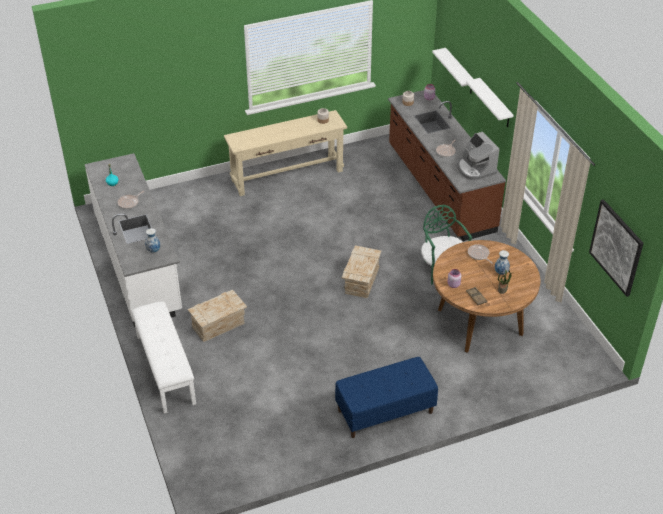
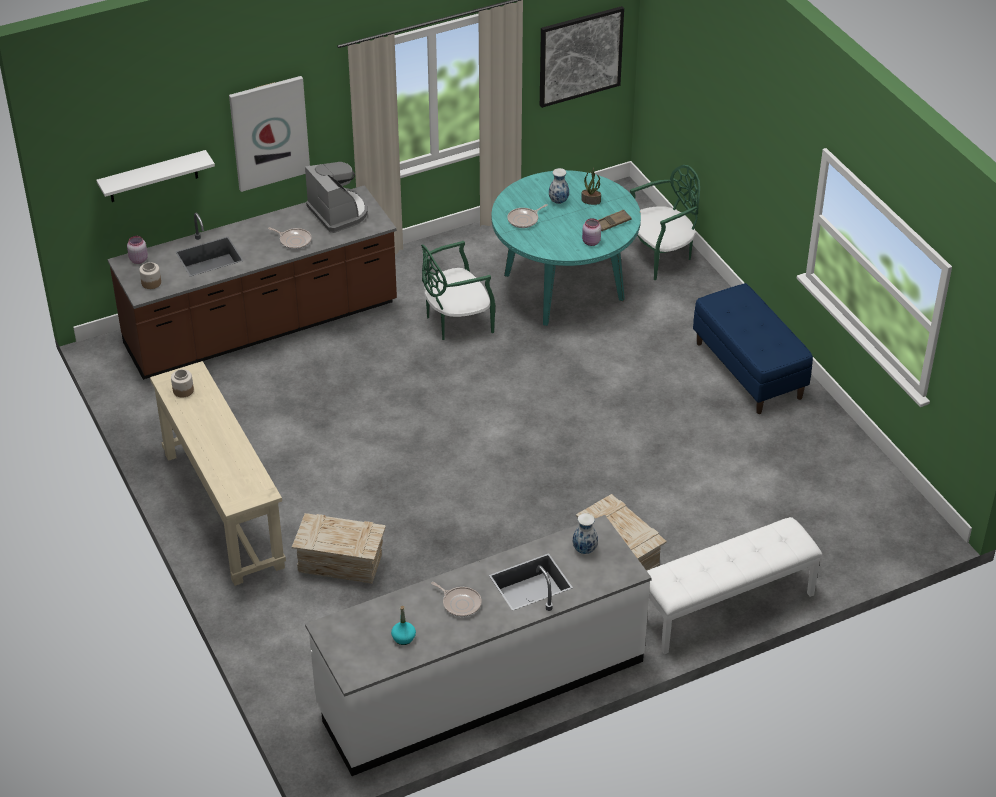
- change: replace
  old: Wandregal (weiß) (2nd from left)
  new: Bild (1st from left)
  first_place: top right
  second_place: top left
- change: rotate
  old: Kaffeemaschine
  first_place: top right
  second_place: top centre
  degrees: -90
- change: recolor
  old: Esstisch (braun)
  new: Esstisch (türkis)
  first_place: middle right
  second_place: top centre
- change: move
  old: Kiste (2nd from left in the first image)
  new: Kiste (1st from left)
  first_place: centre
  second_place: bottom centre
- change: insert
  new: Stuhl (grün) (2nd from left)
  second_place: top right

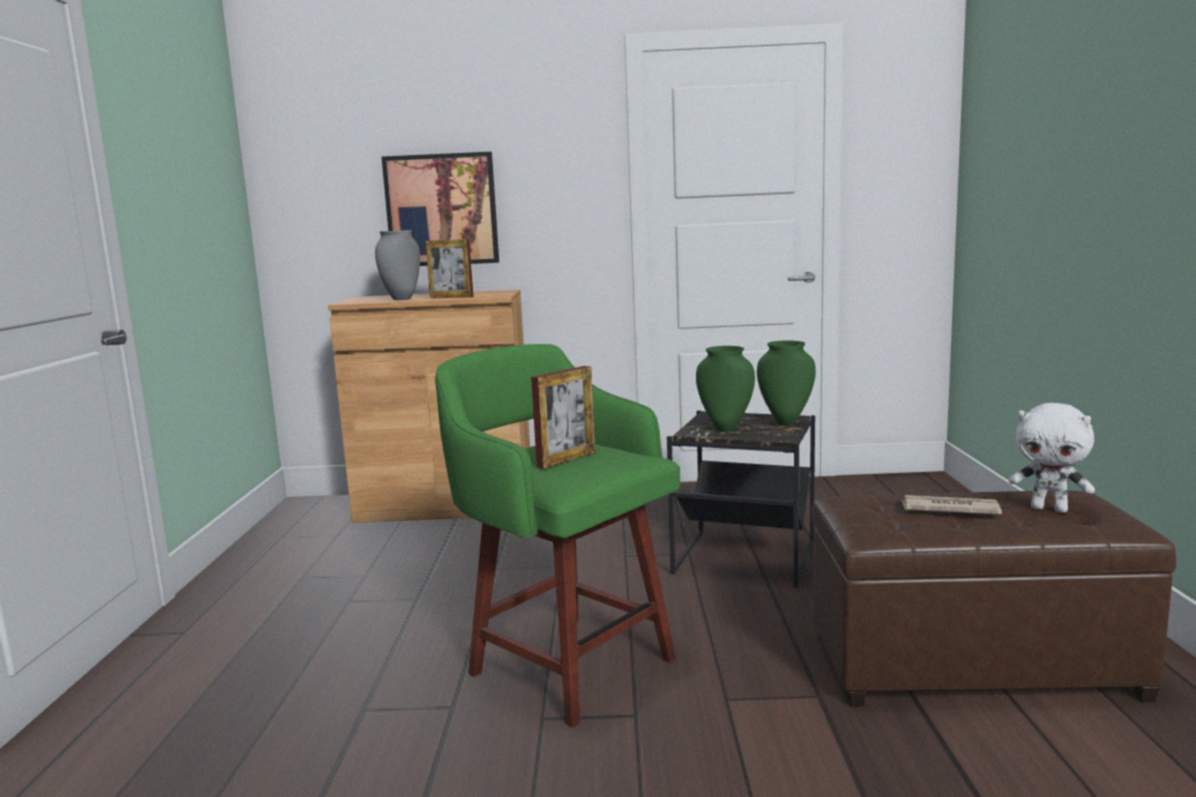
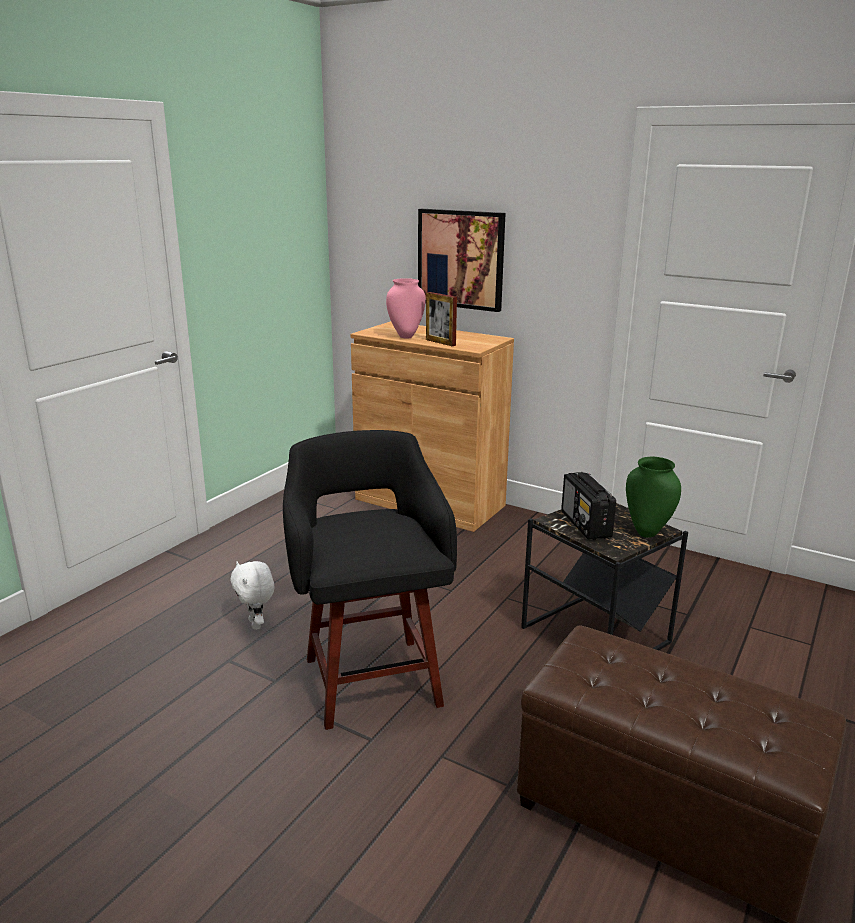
- change: recolor
  old: Vase (grau)
  new: Vase (rosa)
  first_place: top left
  second_place: centre
- change: recolor
  old: Hocker (grün)
  new: Hocker (schwarz)
  first_place: bottom centre
  second_place: centre
- change: replace
  old: Vase (grün) (1st from left)
  new: Radio
  first_place: centre
  second_place: middle right
- change: delete
  old: Bilderrahmen (2nd from left)
  first_place: centre
- change: move
  old: Plüschtier (weiß)
  first_place: middle right
  second_place: middle left
- change: delete
  old: Zeitung
  first_place: middle right

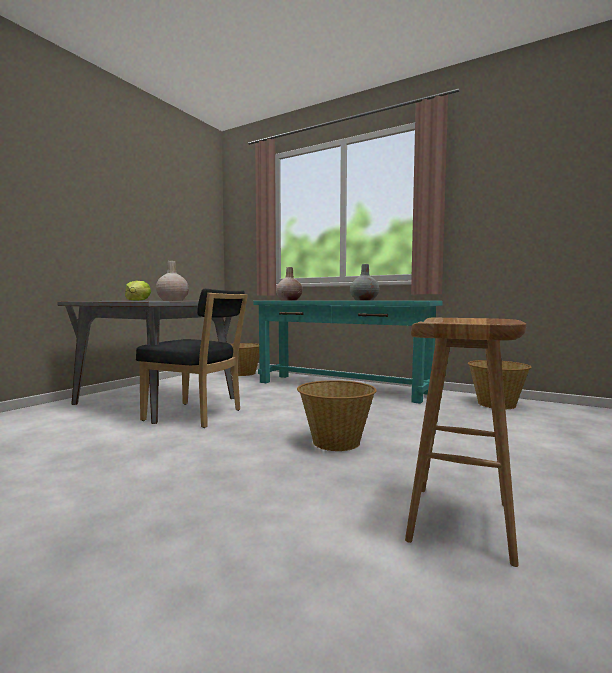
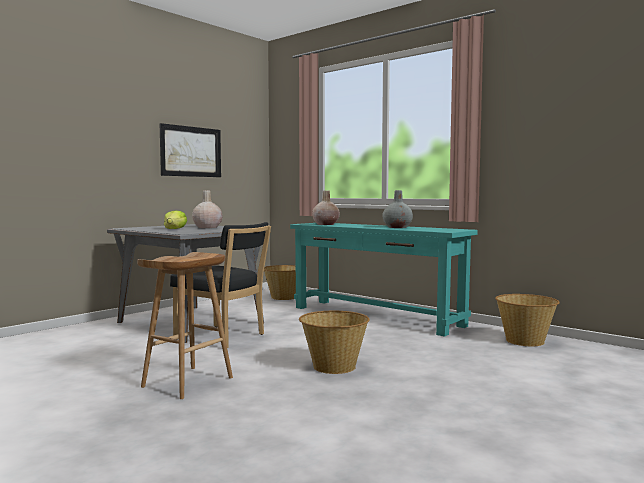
- change: move
  old: Hocker (braun)
  first_place: middle right
  second_place: bottom left
- change: insert
  new: Bild
  second_place: top left

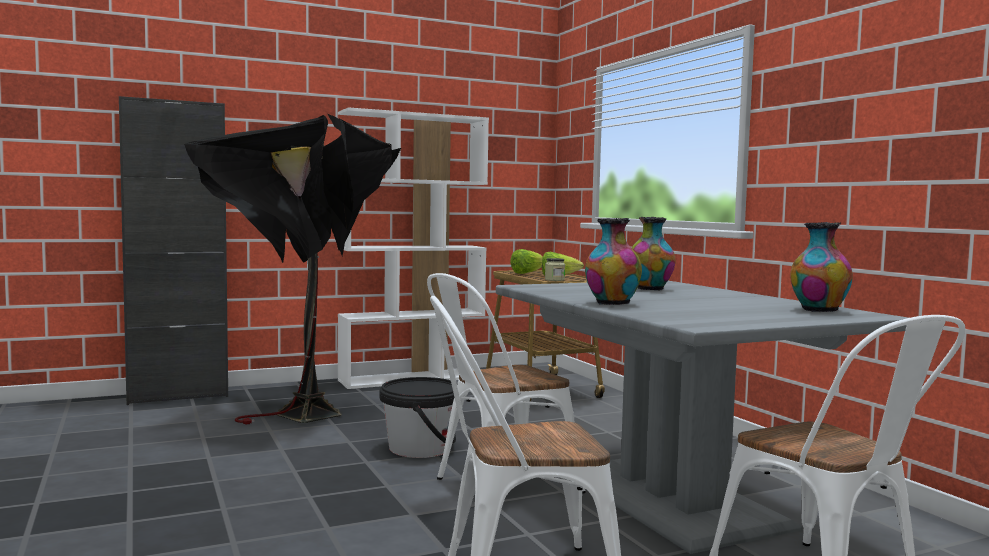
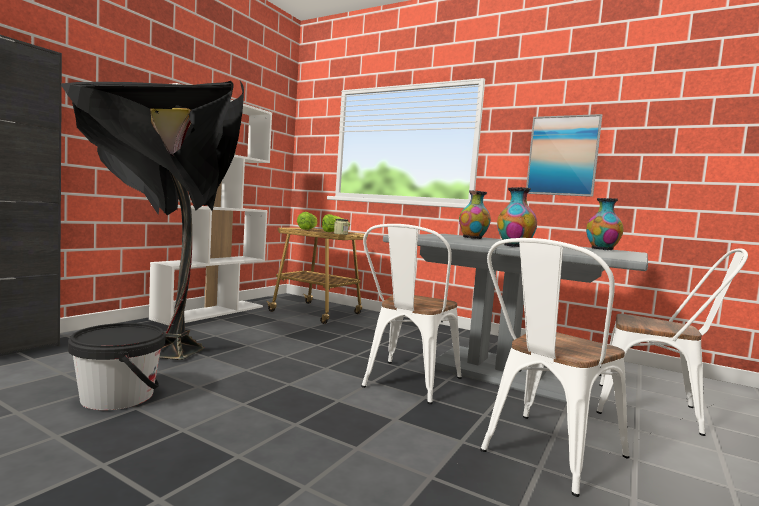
- change: move
  old: Eimer (schwarz)
  first_place: bottom centre
  second_place: bottom left
- change: insert
  new: Bild
  second_place: top right

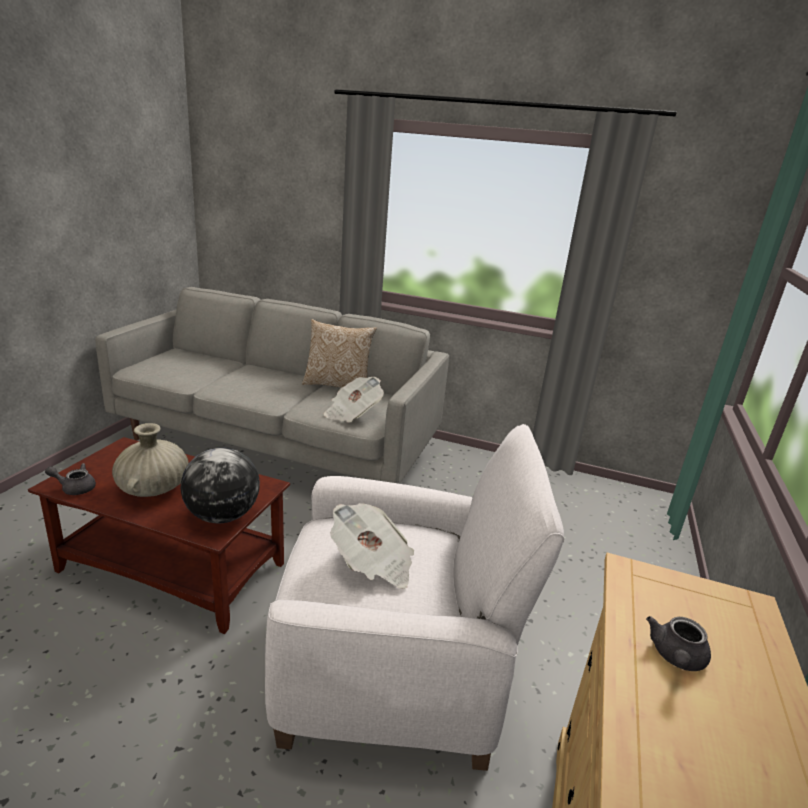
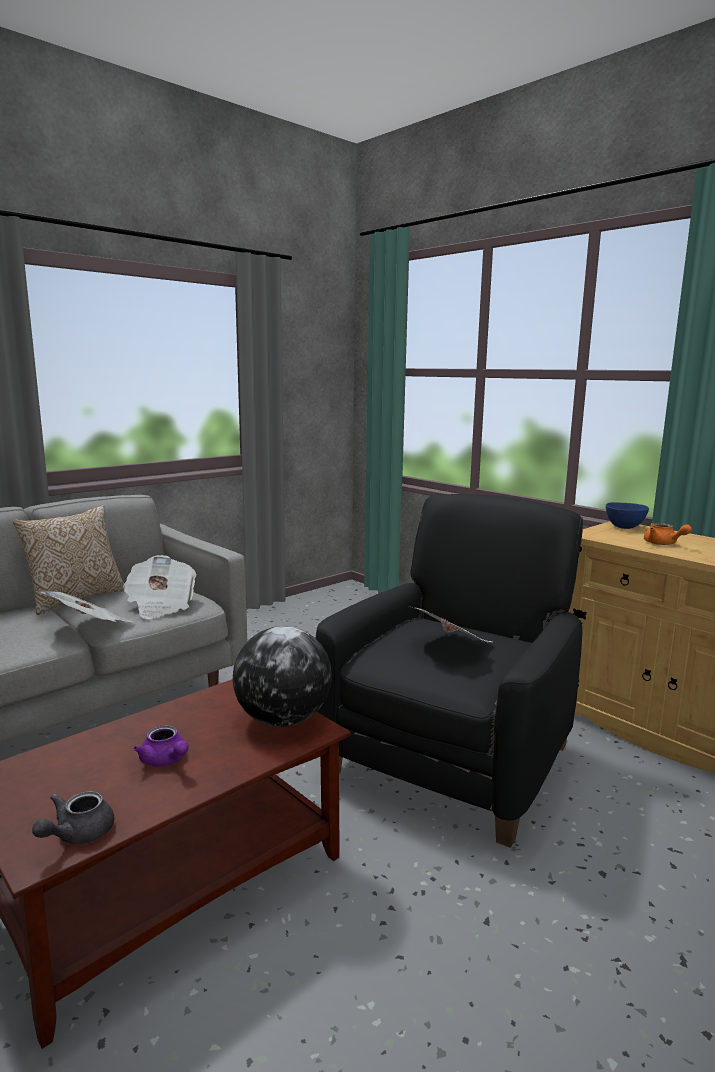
- change: replace
  old: Vase (beige)
  new: Teekanne (lila)
  first_place: middle left
  second_place: bottom left
- change: recolor
  old: Sessel (weiß)
  new: Sessel (schwarz)
  first_place: bottom centre
  second_place: centre
- change: recolor
  old: Teekanne (grau) (2nd from left)
  new: Teekanne (orange)
  first_place: bottom right
  second_place: middle right
- change: insert
  new: Schüssel (blau)
  second_place: middle right
- change: insert
  new: Zeitung (1st from left)
  second_place: middle left

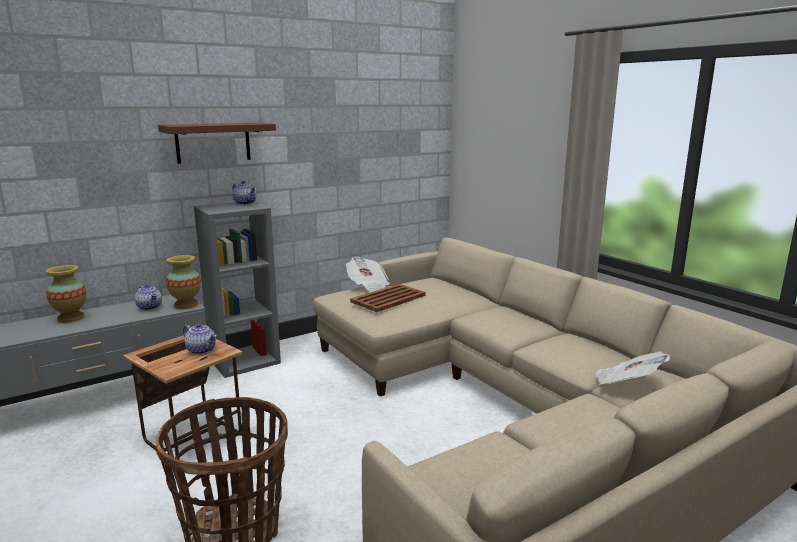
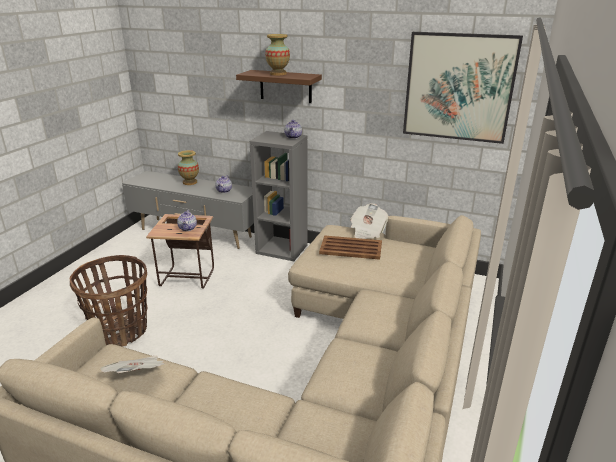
- change: move
  old: Vase (2nd from left)
  first_place: middle left
  second_place: top centre
- change: move
  old: Zeitung (2nd from left in the first image)
  new: Zeitung (1st from left)
  first_place: bottom right
  second_place: bottom left
- change: insert
  new: Bild
  second_place: top right

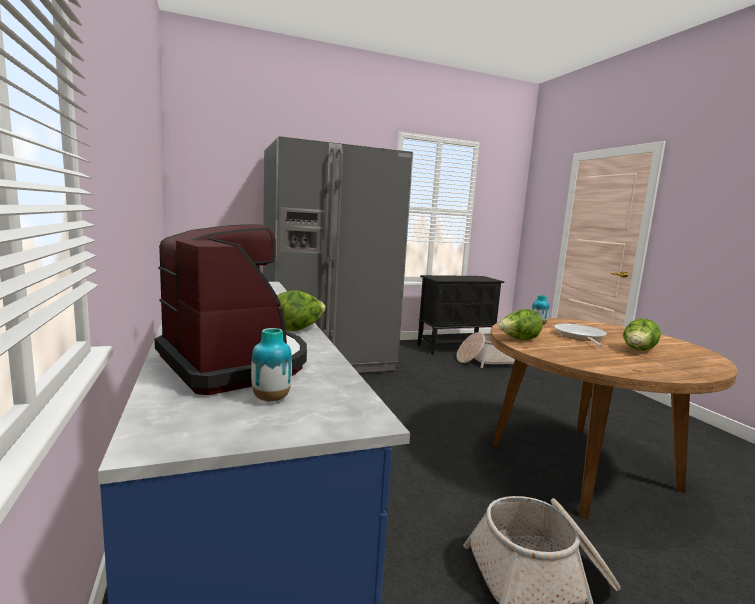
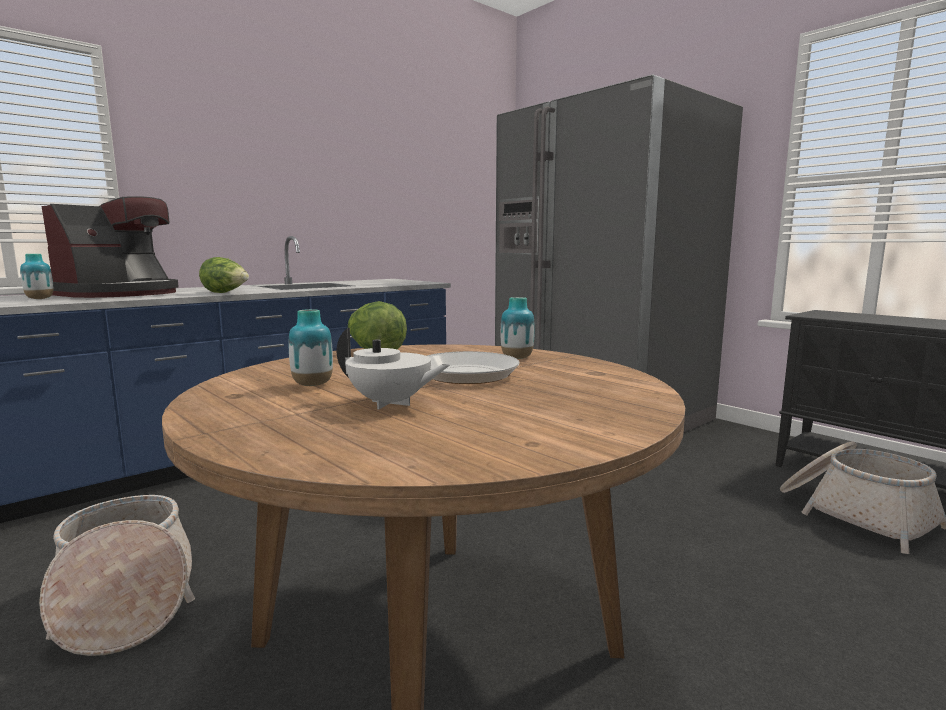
- change: replace
  old: Salatkopf (3rd from left)
  new: Teekanne (weiß)
  first_place: middle right
  second_place: centre
- change: insert
  new: Vase (2nd from left)
  second_place: middle left

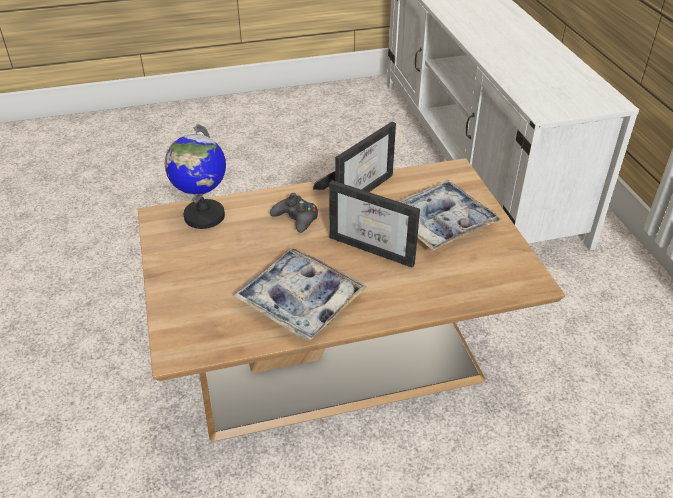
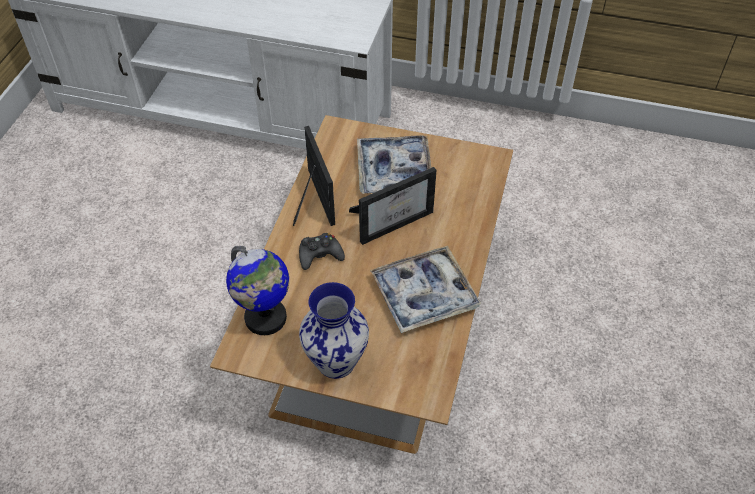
- change: insert
  new: Vase
  second_place: bottom centre

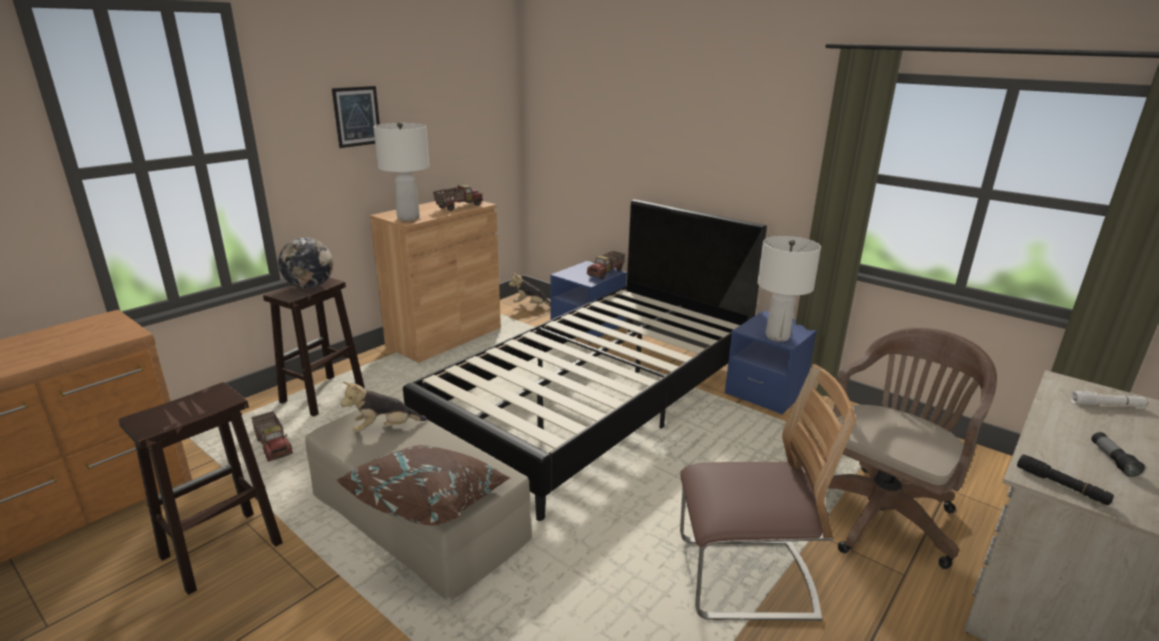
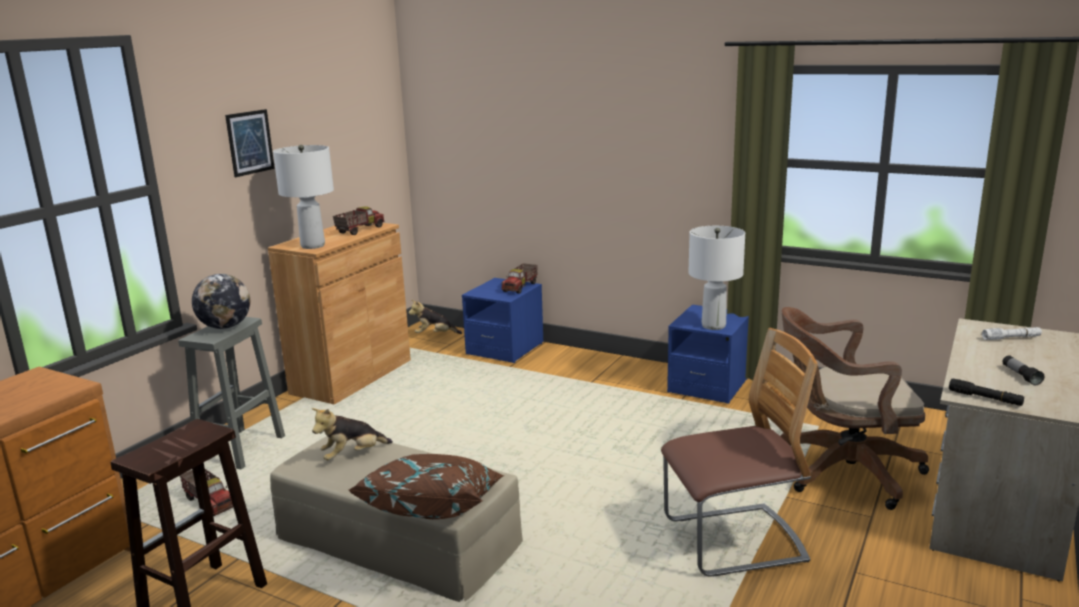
- change: delete
  old: Bett (schwarz)
  first_place: centre
- change: recolor
  old: Hocker (braun) (2nd from left)
  new: Hocker (grau)
  first_place: middle left
  second_place: middle left
- change: rotate
  old: Bürostuhl (braun)
  first_place: bottom right
  second_place: bottom right
  degrees: -120

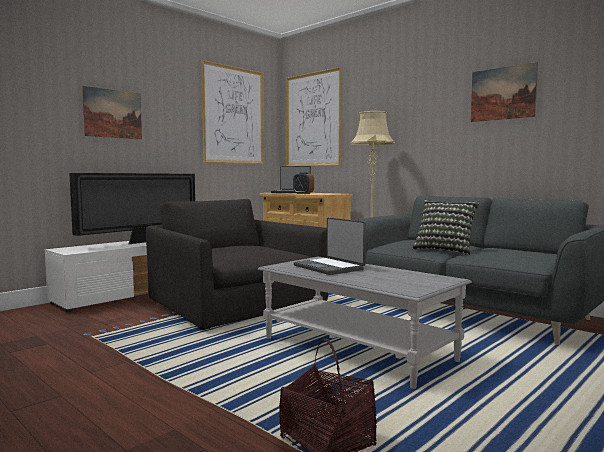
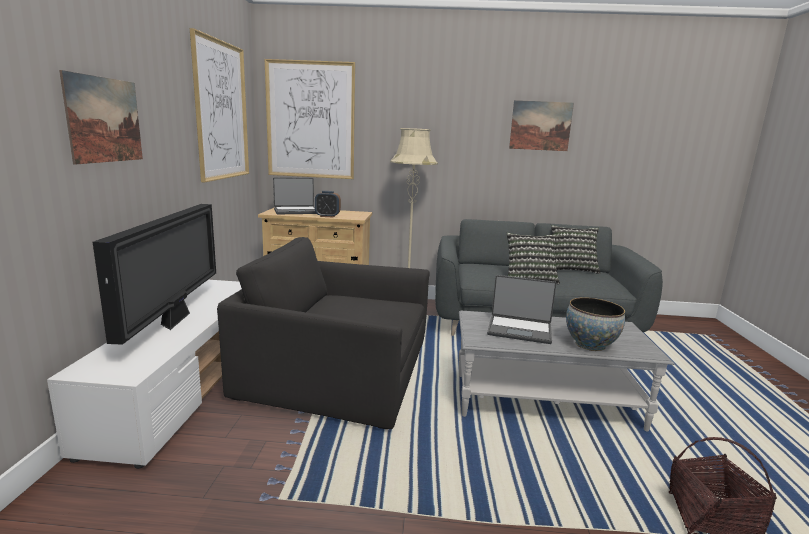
- change: insert
  new: Kissen (2nd from left)
  second_place: middle right
- change: insert
  new: Schüssel
  second_place: middle right

